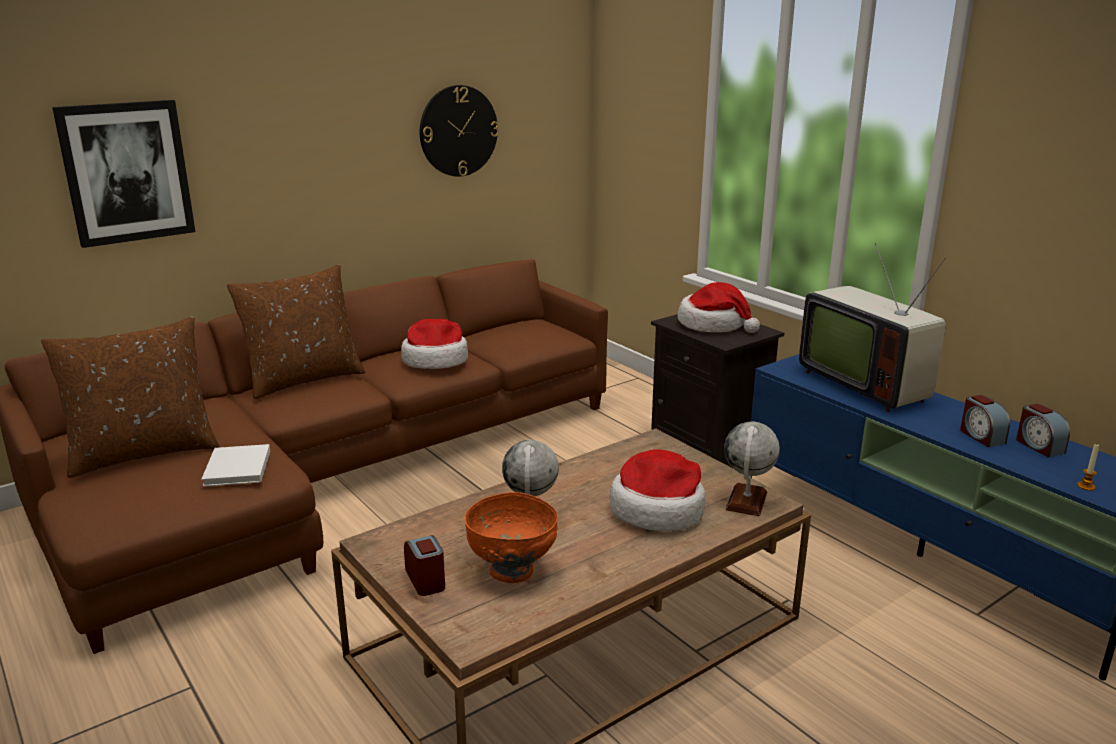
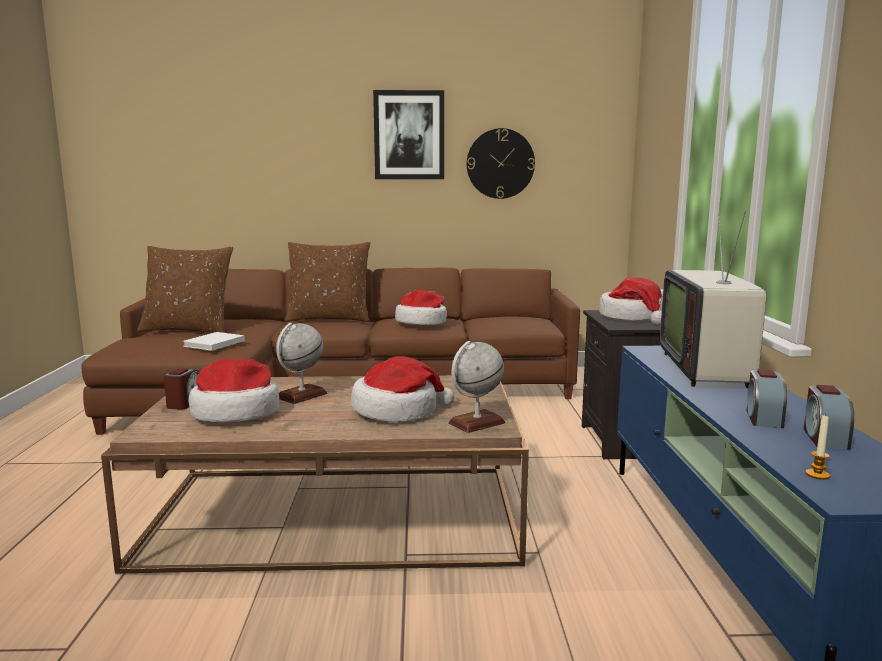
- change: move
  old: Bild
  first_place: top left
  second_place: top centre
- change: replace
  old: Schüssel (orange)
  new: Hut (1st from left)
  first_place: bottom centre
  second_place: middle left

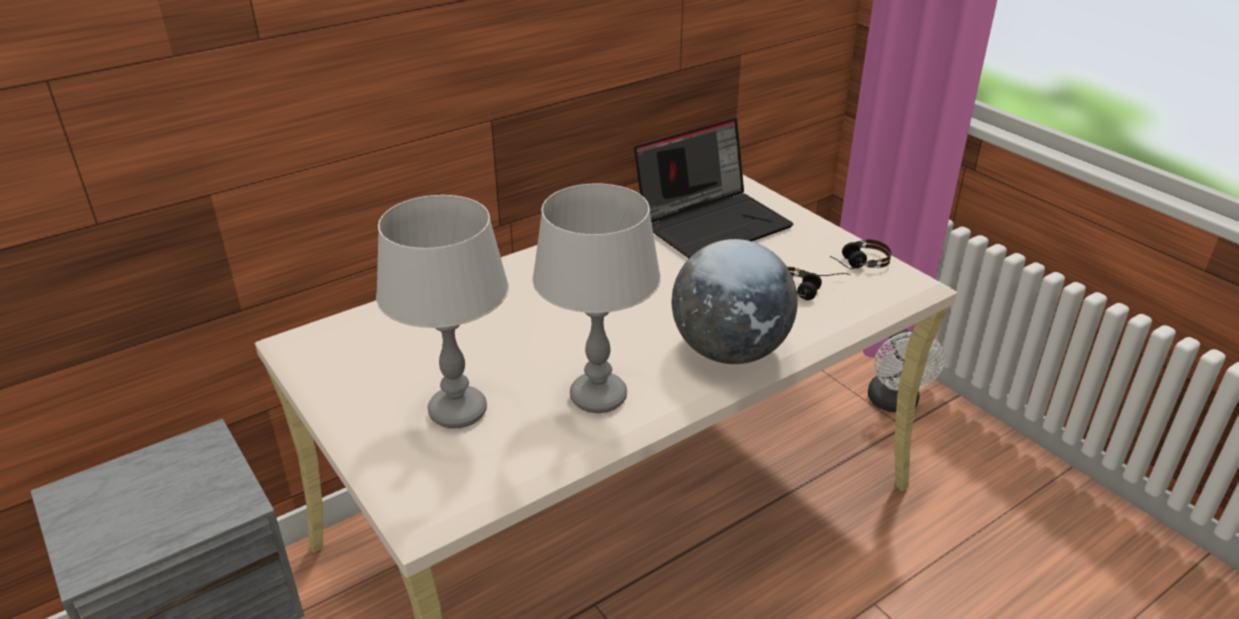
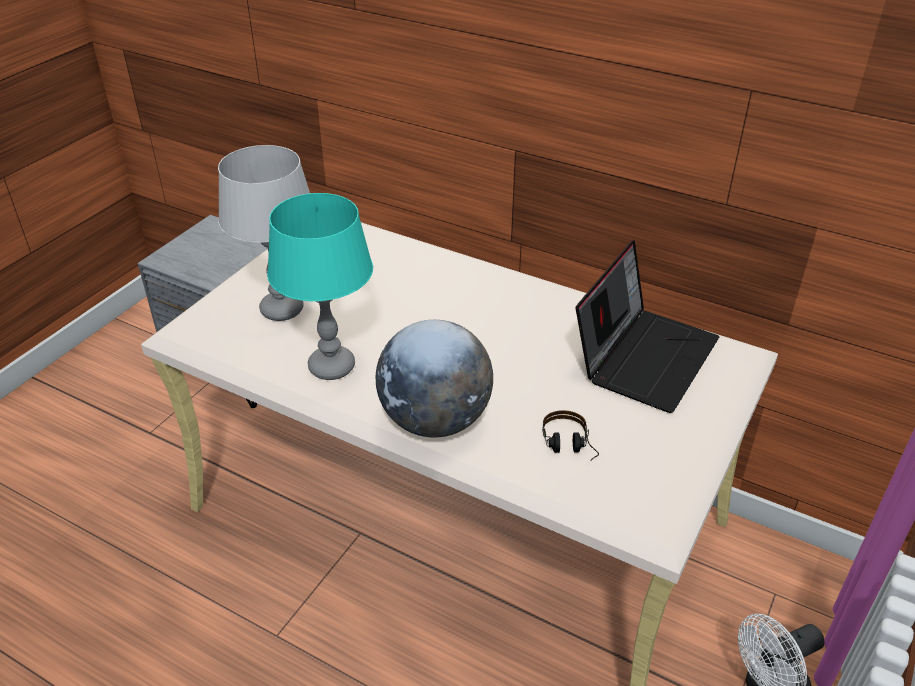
- change: rotate
  old: Laptop
  first_place: top centre
  second_place: middle right
  degrees: -90
- change: recolor
  old: Tischlampe (grau) (2nd from left)
  new: Tischlampe (türkis)
  first_place: centre
  second_place: centre
- change: delete
  old: Kopfhörer (2nd from left)
  first_place: middle right

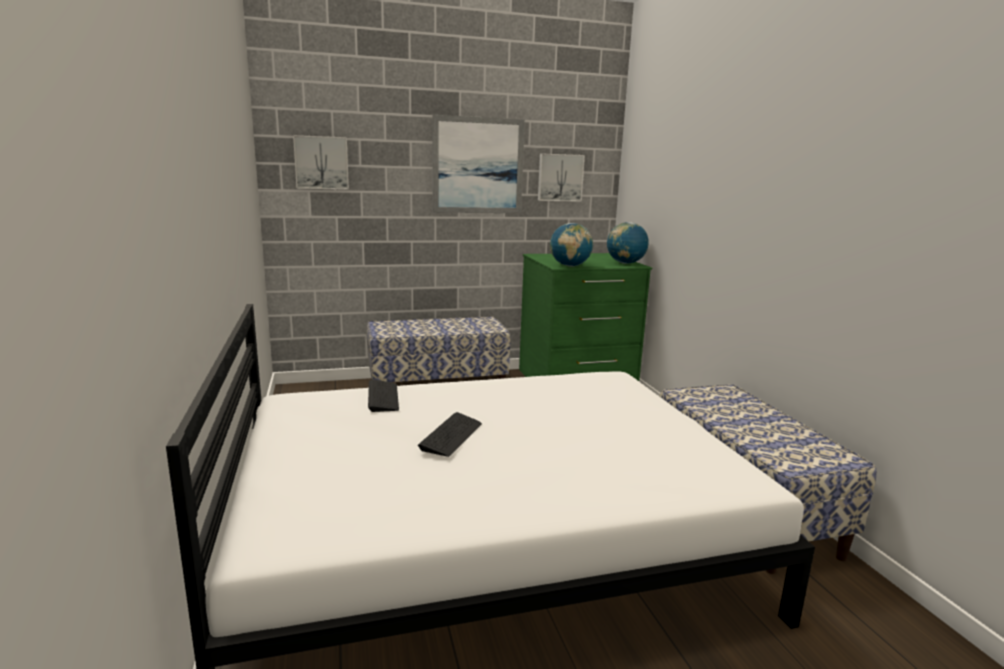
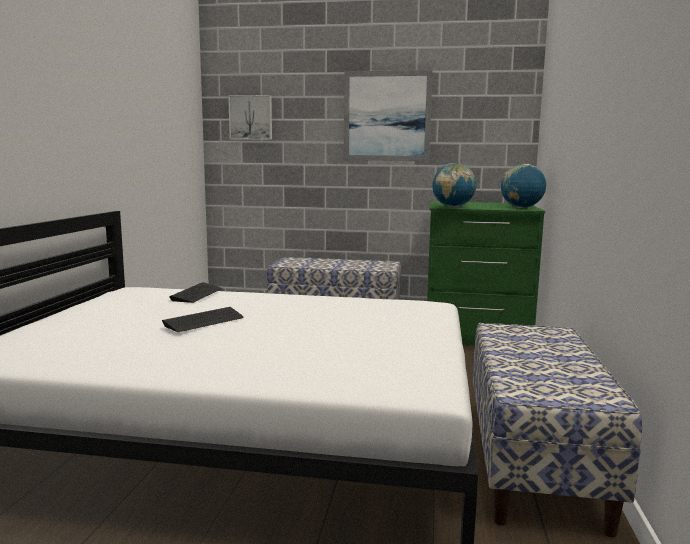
- change: delete
  old: Bild (3rd from left)
  first_place: top centre

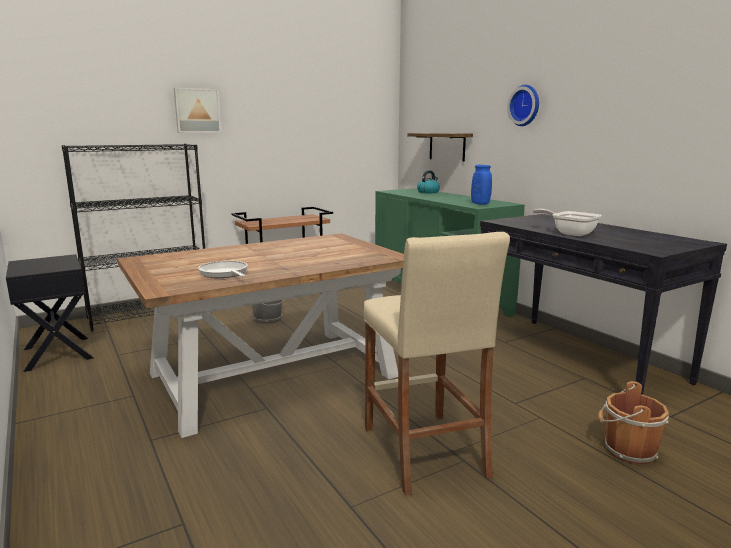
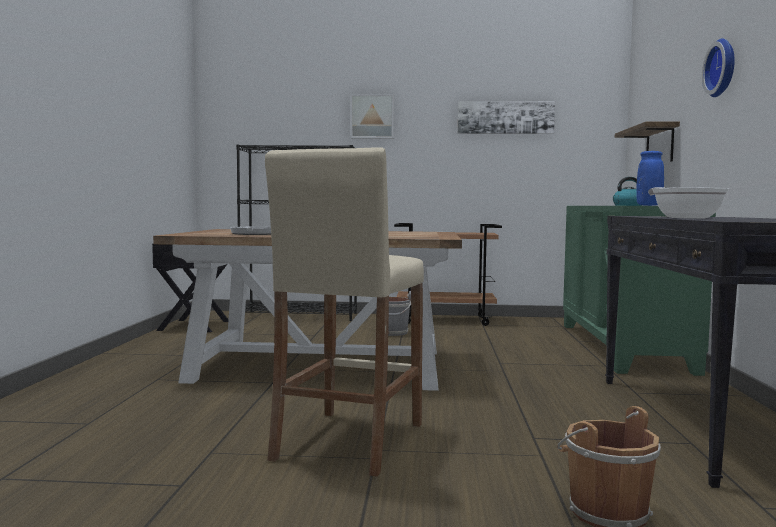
- change: insert
  new: Bild (2nd from left)
  second_place: top centre

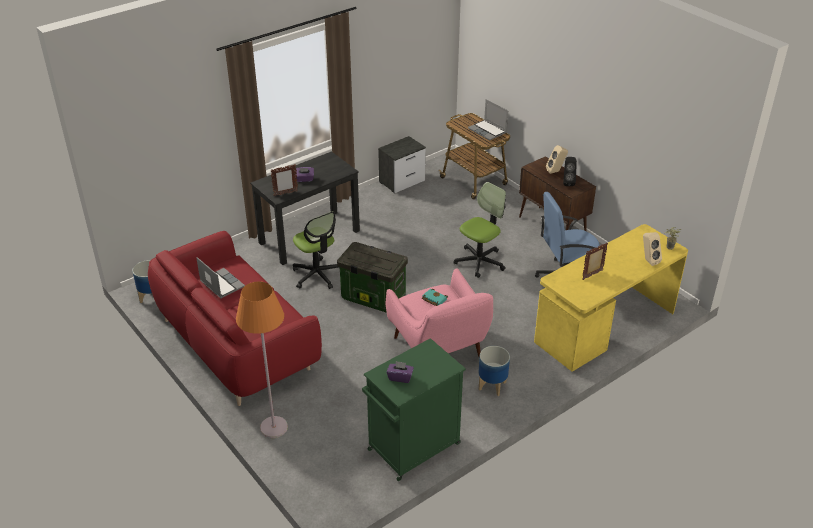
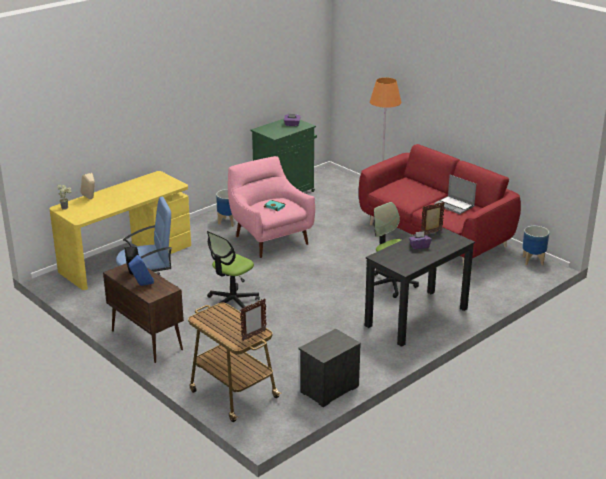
- change: delete
  old: Laptop (2nd from left)
  first_place: top centre
- change: recolor
  old: Lautsprecher (beige) (1st from left)
  new: Lautsprecher (blau)
  first_place: top right
  second_place: middle left
- change: delete
  old: Aufbewahrungsbox
  first_place: centre
- change: move
  old: Bilderrahmen (2nd from left in the first image)
  new: Bilderrahmen (1st from left)
  first_place: middle right
  second_place: centre

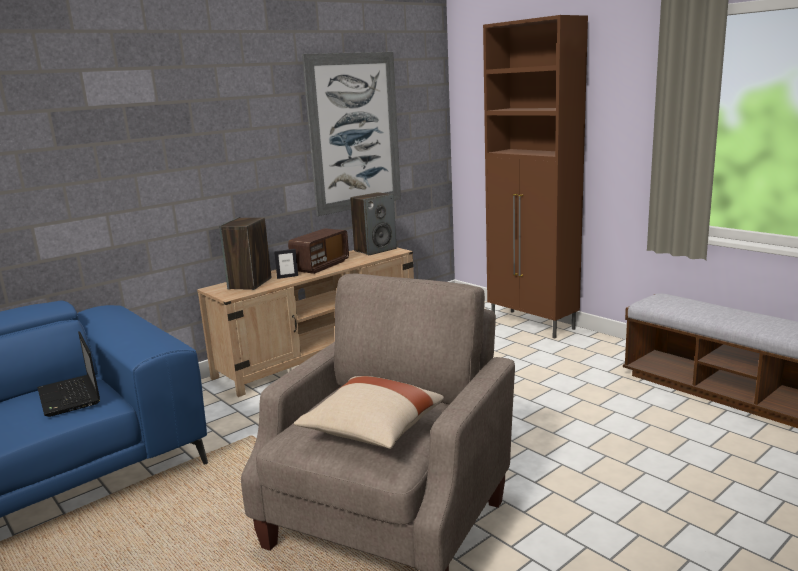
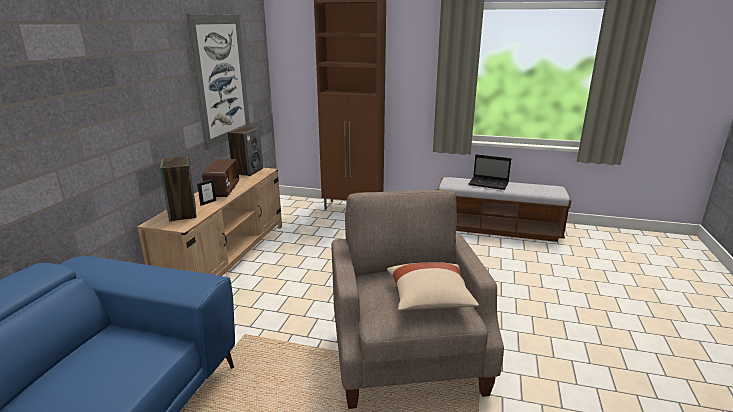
- change: move
  old: Laptop
  first_place: middle left
  second_place: middle right

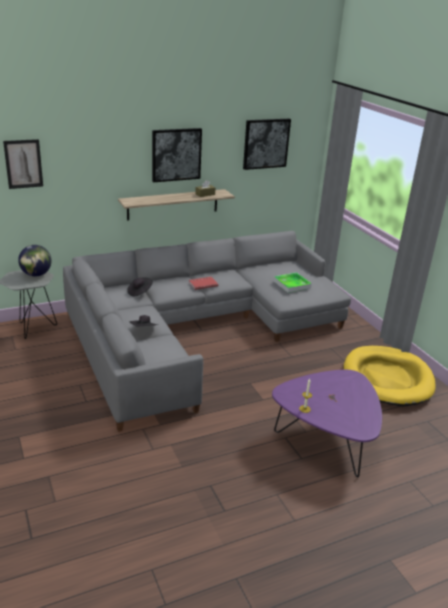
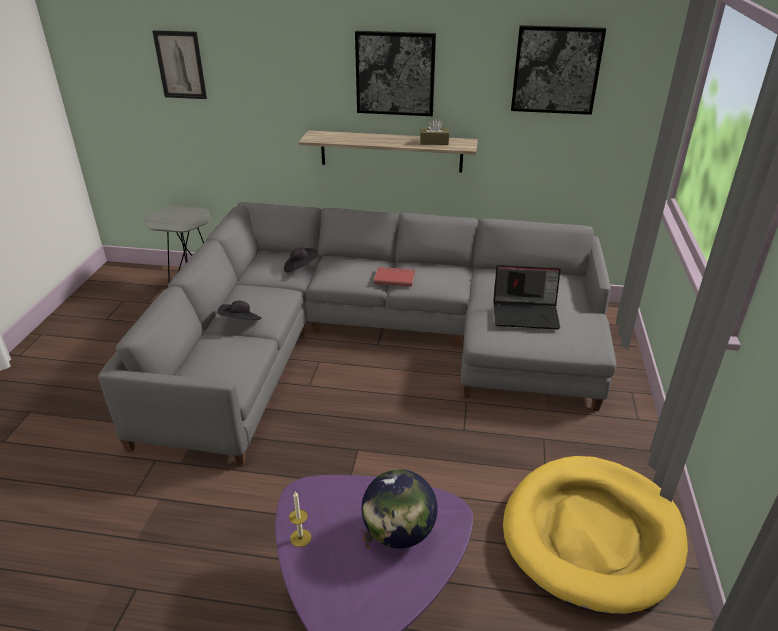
- change: move
  old: Globus
  first_place: middle left
  second_place: bottom centre
- change: replace
  old: Tablett
  new: Laptop
  first_place: centre
  second_place: middle right

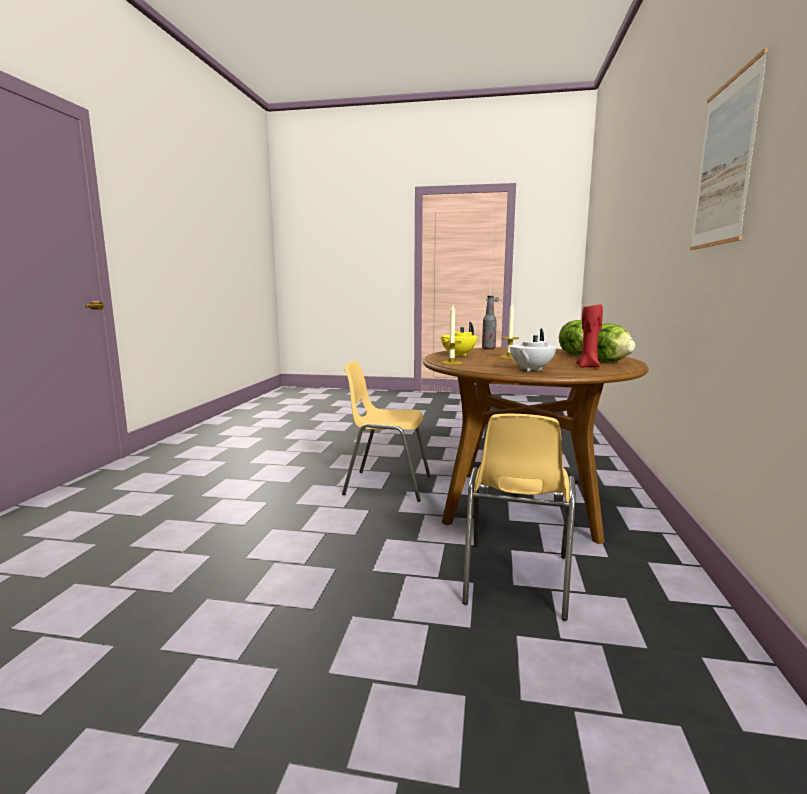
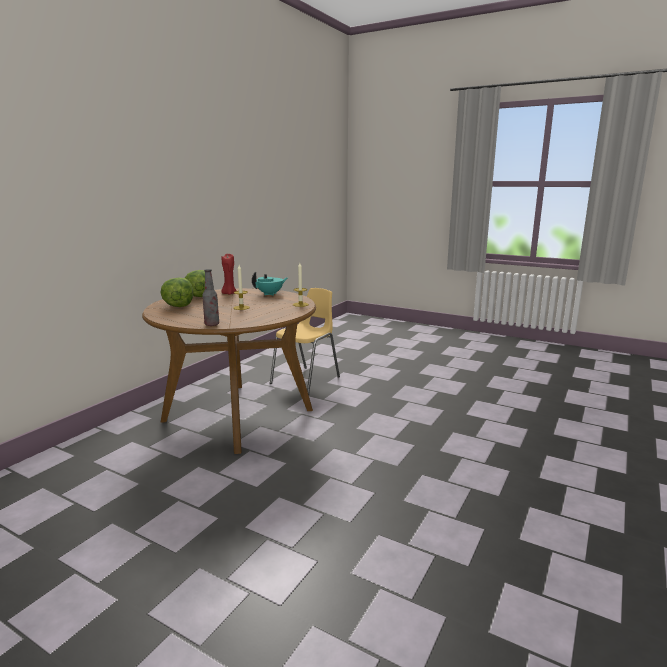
- change: delete
  old: Bild
  first_place: top right
- change: delete
  old: Teekanne (gelb)
  first_place: centre
- change: recolor
  old: Teekanne (weiß)
  new: Teekanne (türkis)
  first_place: centre
  second_place: centre
- change: delete
  old: Stuhl (gelb) (1st from left)
  first_place: centre

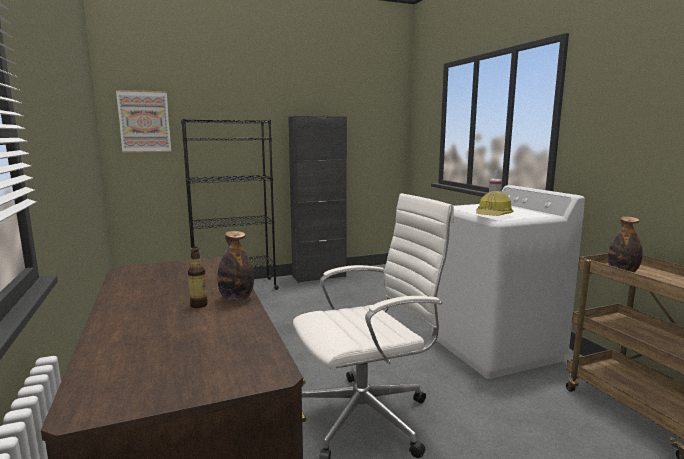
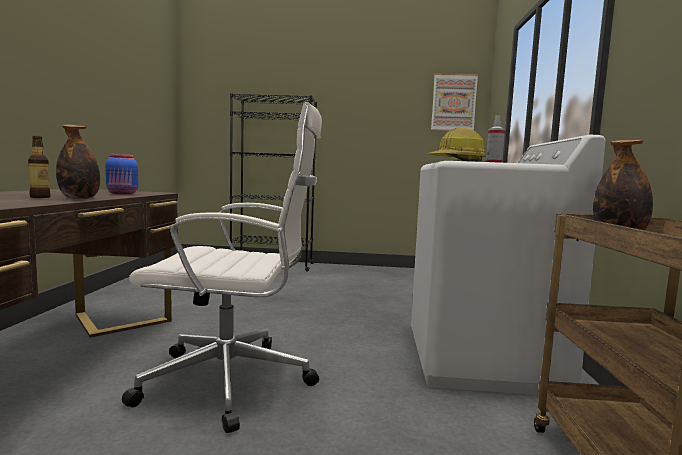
- change: move
  old: Bild
  first_place: top left
  second_place: top centre
- change: delete
  old: Schrank (schwarz)
  first_place: centre
- change: insert
  new: Vorratsglas (blau)
  second_place: middle left

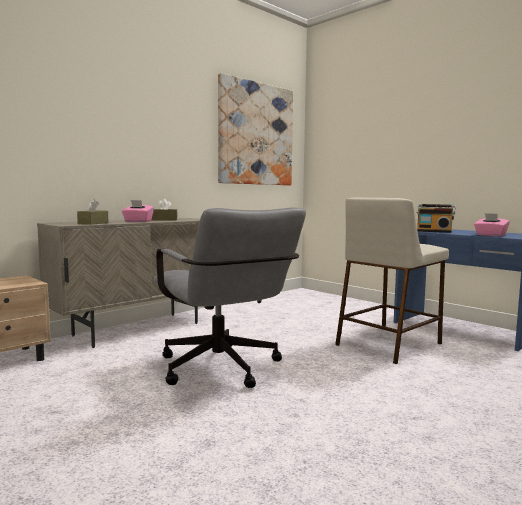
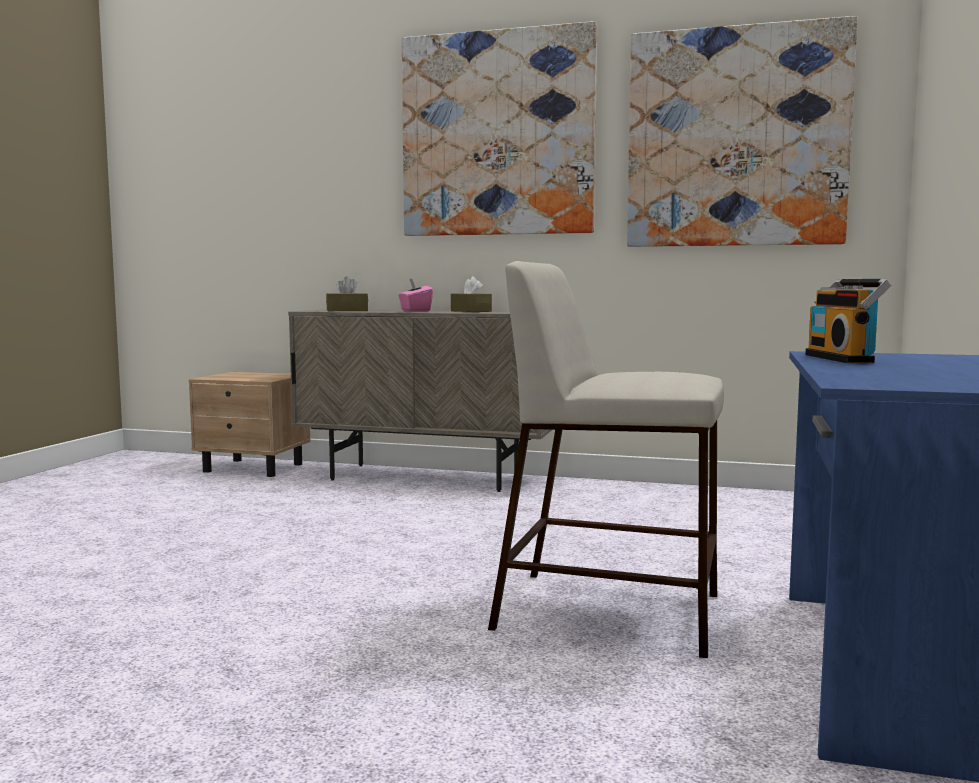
- change: delete
  old: Bürostuhl (grau)
  first_place: centre
- change: delete
  old: Taschentuchbox (rosa) (2nd from left)
  first_place: middle right
- change: insert
  new: Bild (1st from left)
  second_place: top centre

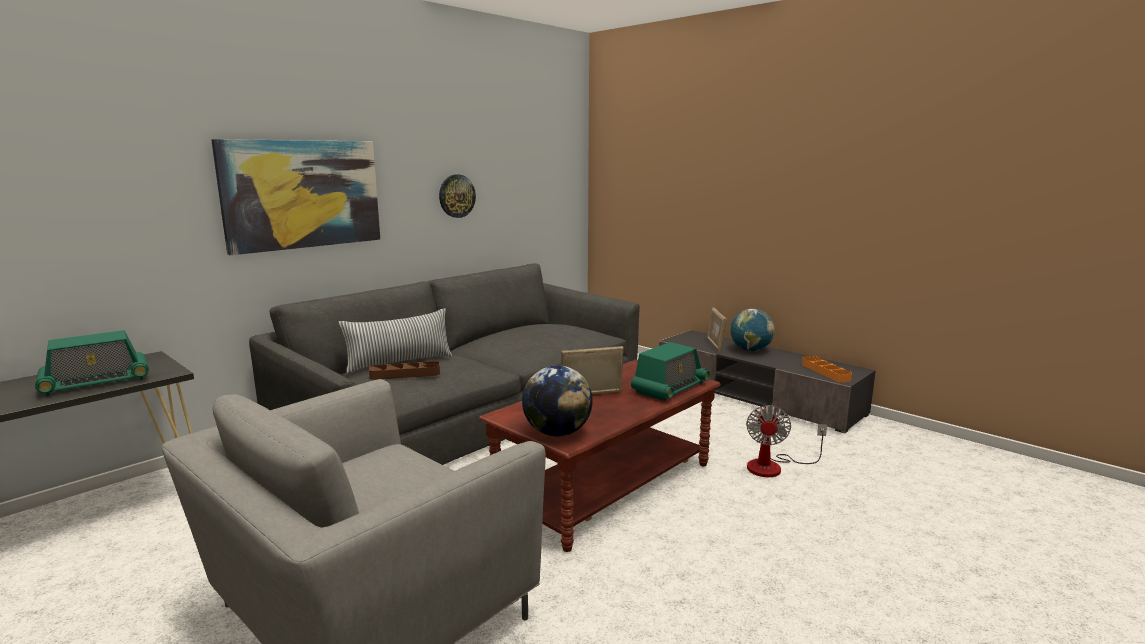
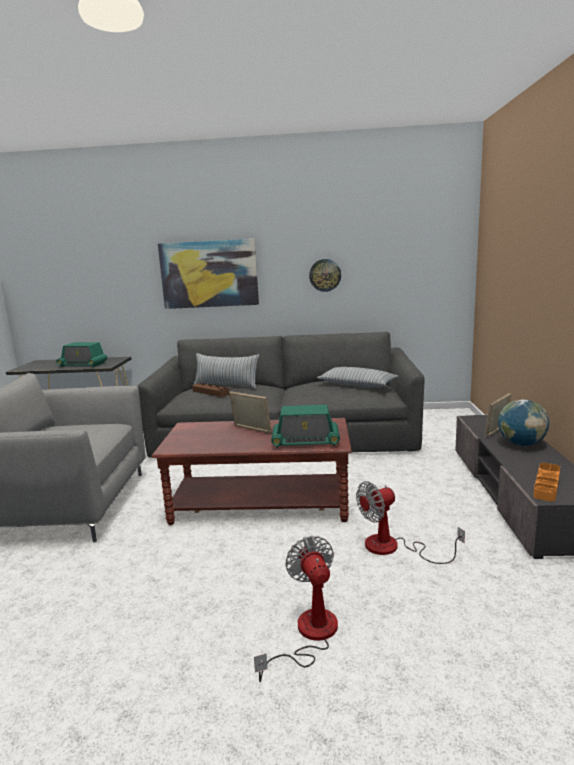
- change: delete
  old: Globus (1st from left)
  first_place: centre
- change: insert
  new: Kissen (2nd from left)
  second_place: centre
- change: insert
  new: Ventilator (1st from left)
  second_place: bottom centre

